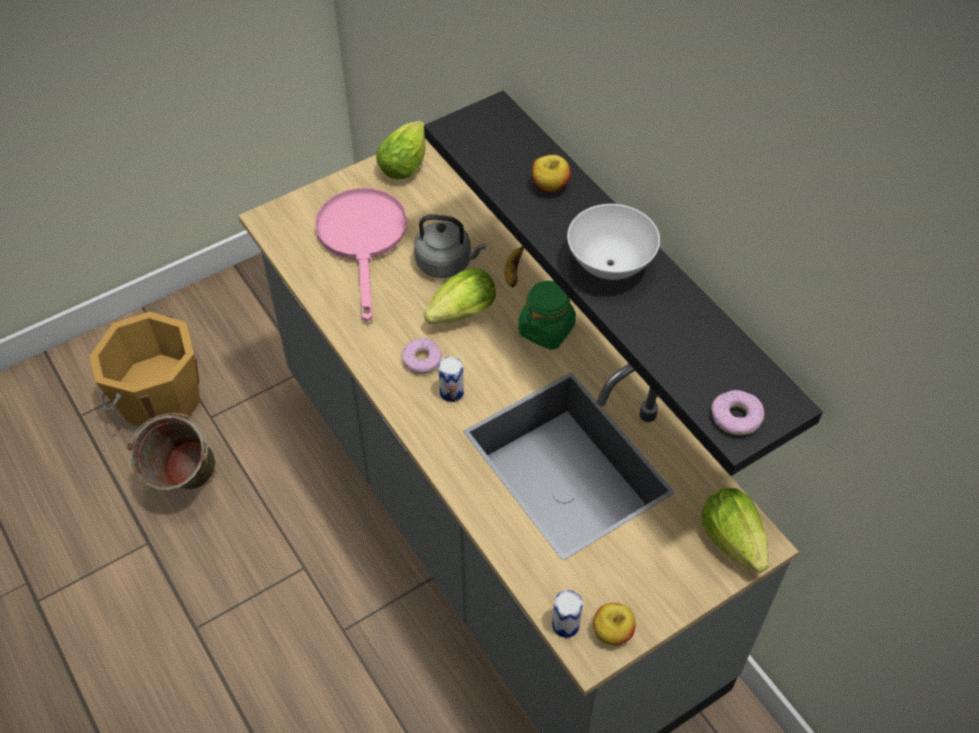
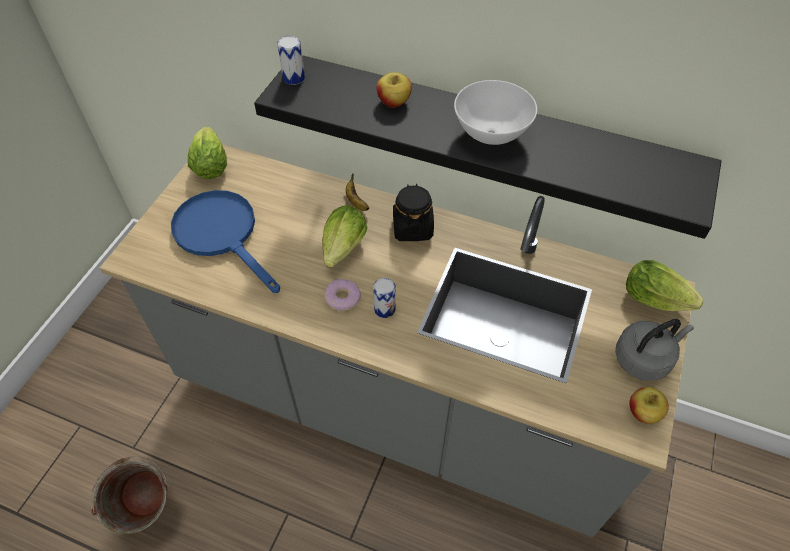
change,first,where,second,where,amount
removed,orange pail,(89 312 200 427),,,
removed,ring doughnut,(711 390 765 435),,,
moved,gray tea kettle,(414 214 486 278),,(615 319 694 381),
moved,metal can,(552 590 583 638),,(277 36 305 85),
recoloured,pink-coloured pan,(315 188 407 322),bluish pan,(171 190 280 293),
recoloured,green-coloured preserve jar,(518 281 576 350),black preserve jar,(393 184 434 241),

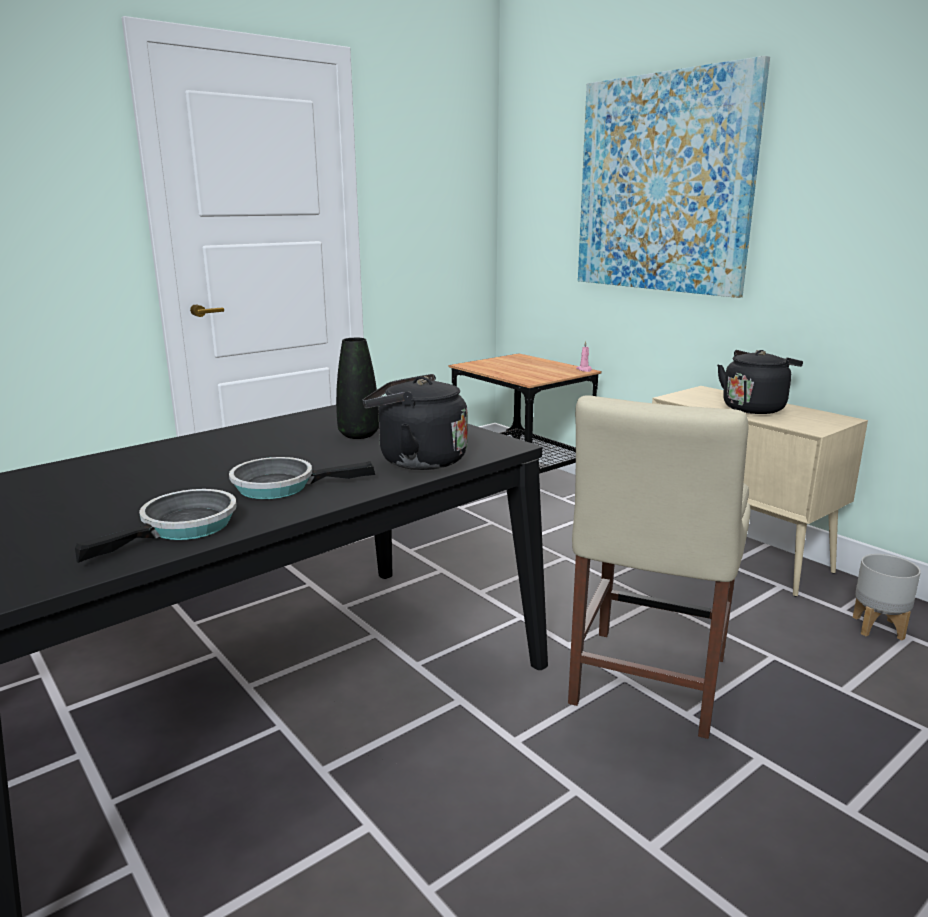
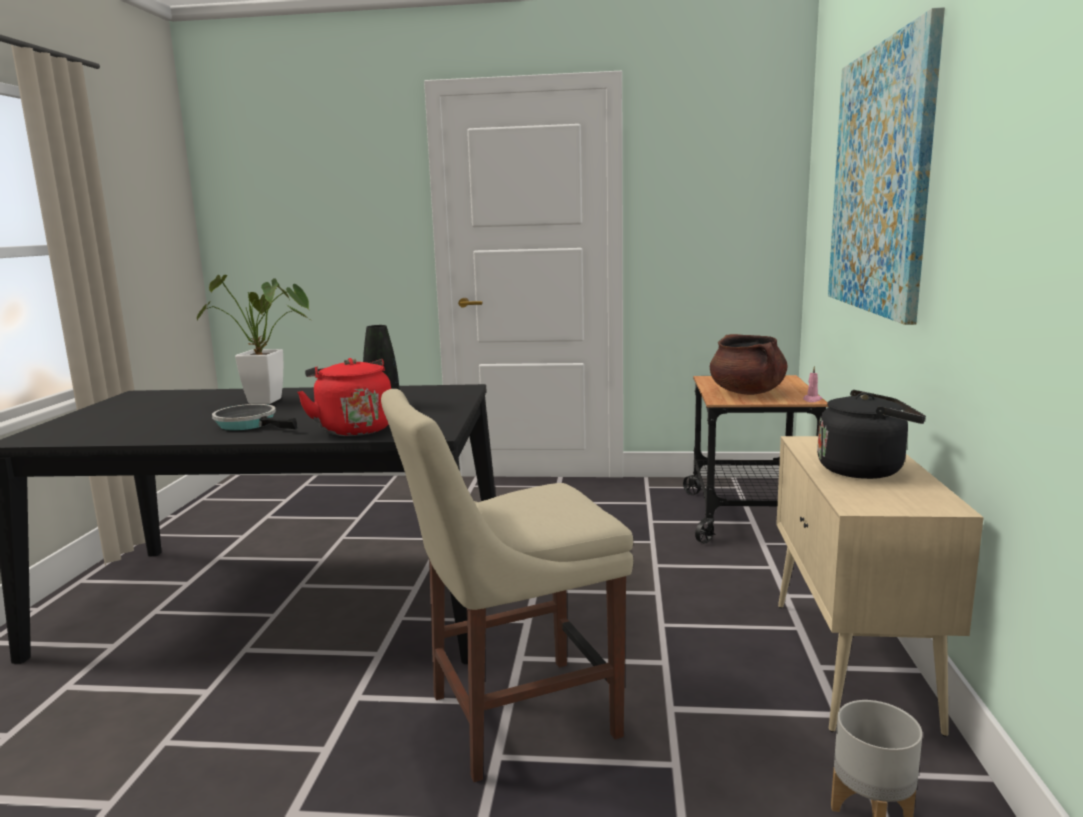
change,first,where,second,where,amount
removed,pan,(75 489 237 563),,,
added,,,plant in a pot,(197 275 310 404),
added,,,brown stockpot,(710 334 787 395),
recoloured,black tea kettle,(362 374 468 470),red-coloured tea kettle,(297 358 391 436),

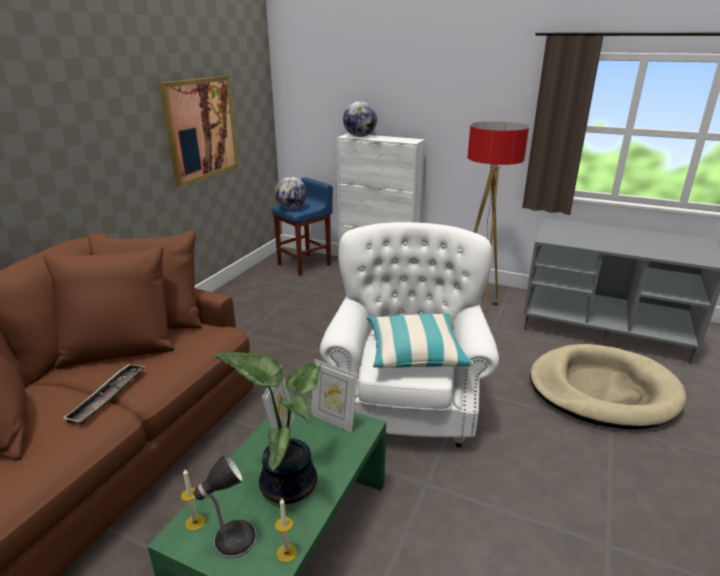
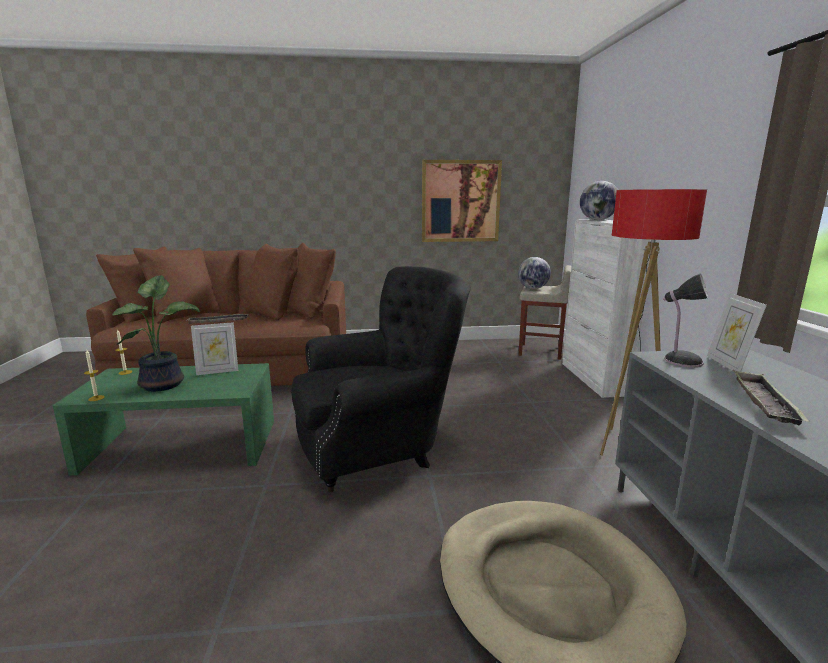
change,first,where,second,where,amount
removed,throw pillow,(366 313 474 368),,,
added,,,carrying tray,(733 370 809 425),
moved,lamp for a table,(193 454 257 558),,(663 274 708 367),
moved,standing frame,(311 359 358 433),,(707 293 767 372),
recoloured,bluish sitting stool,(272 177 333 276),beige sitting stool,(519 265 571 360),
recoloured,white-coloured easy chair,(320 222 499 448),black easy chair,(291 266 471 492),

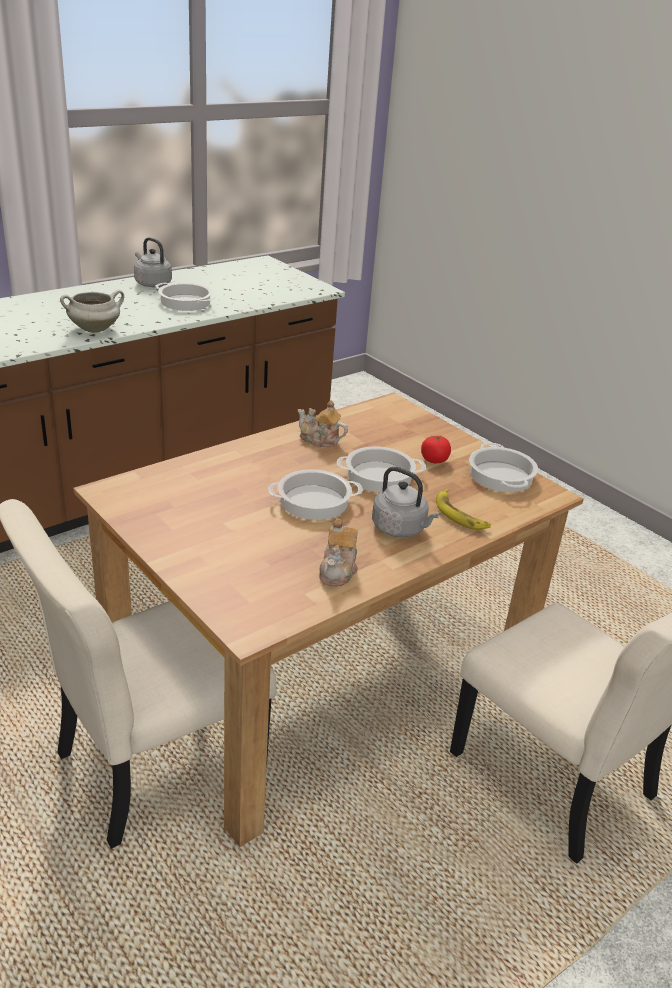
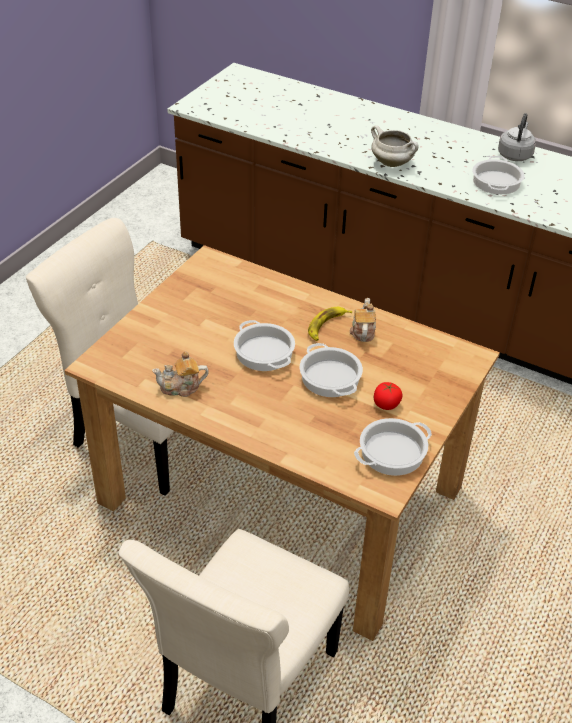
change,first,where,second,where,amount
removed,gray tea kettle,(372 467 440 537),,,
moved,banana,(436 489 491 530),,(308 307 352 341),

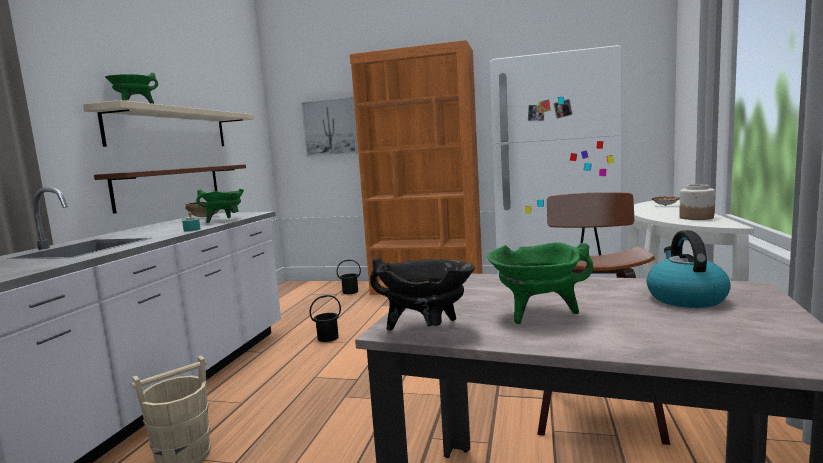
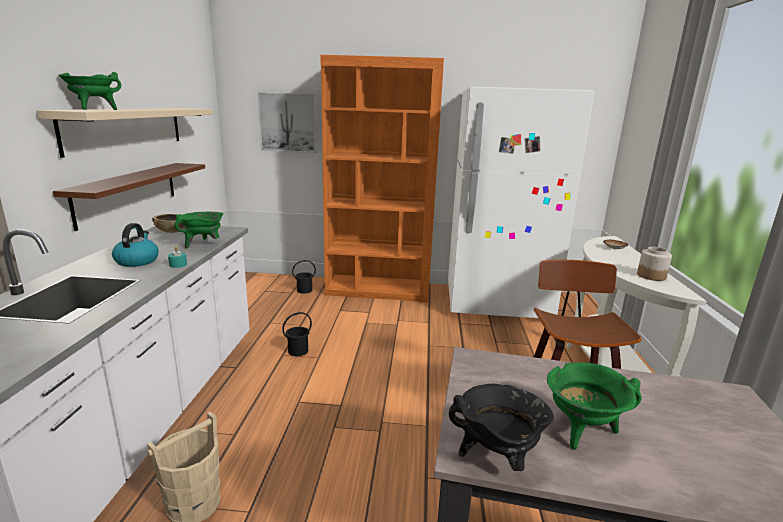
change,first,where,second,where,amount
moved,tea kettle,(647 230 731 308),,(112 223 159 267),

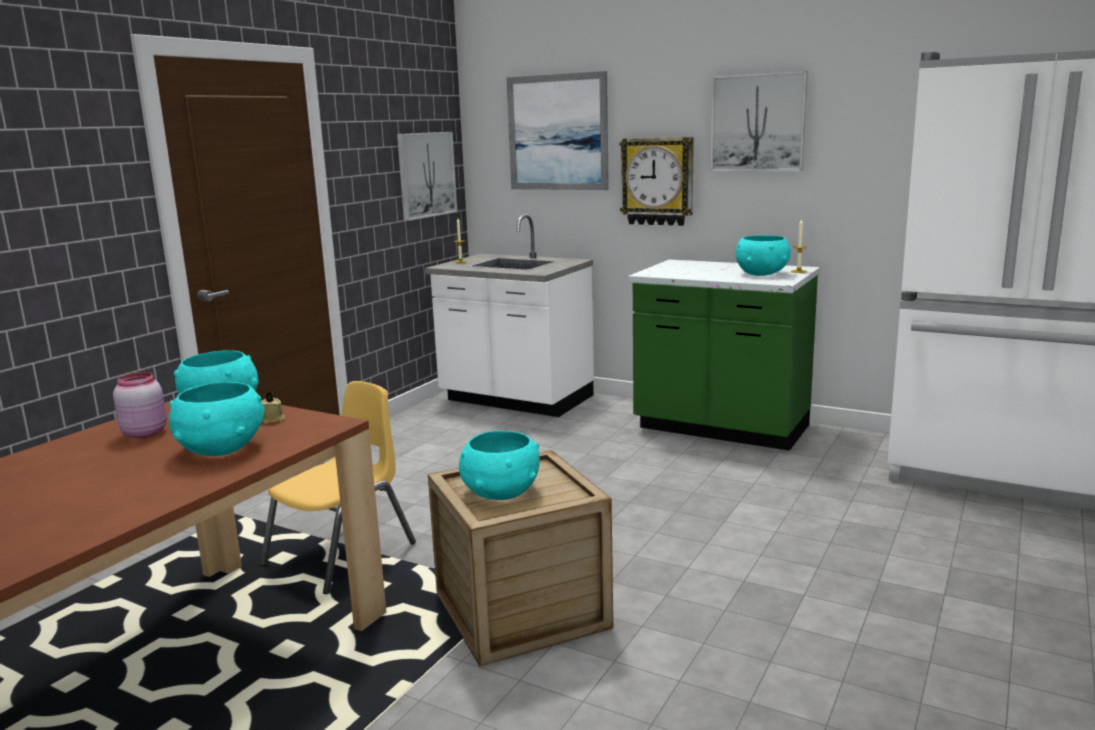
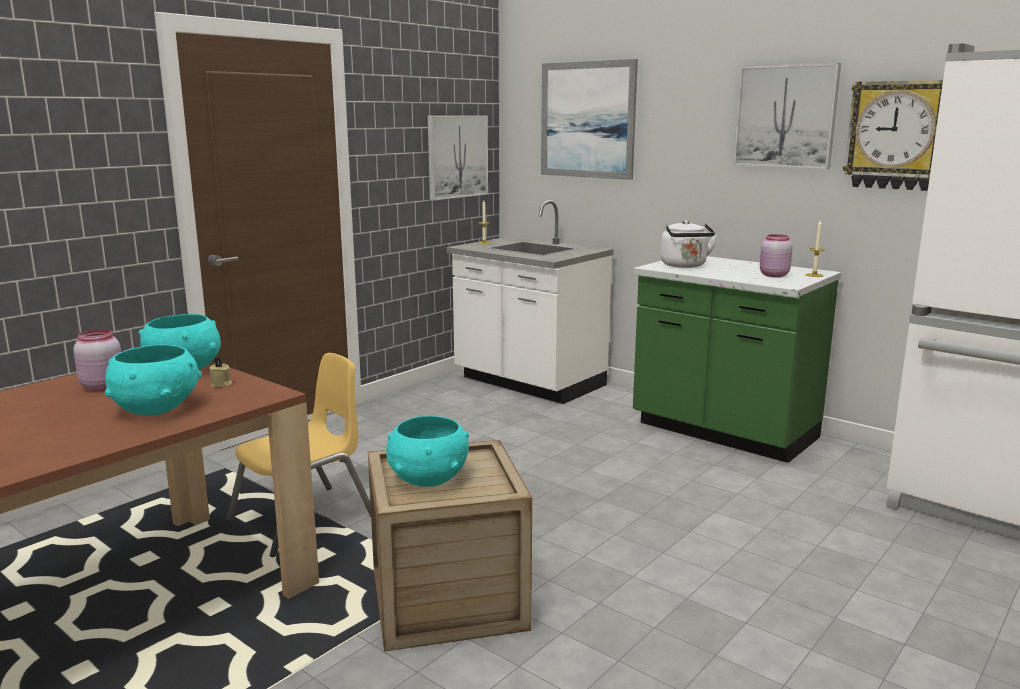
change,first,where,second,where,amount
added,,,white-coloured tea kettle,(660 220 717 268),
moved,hanging clock,(619 137 694 226),,(843 80 943 191),
replaced,turquoise-coloured serving bowl,(736 235 791 276),pink-coloured preserve jar,(760 234 793 277),

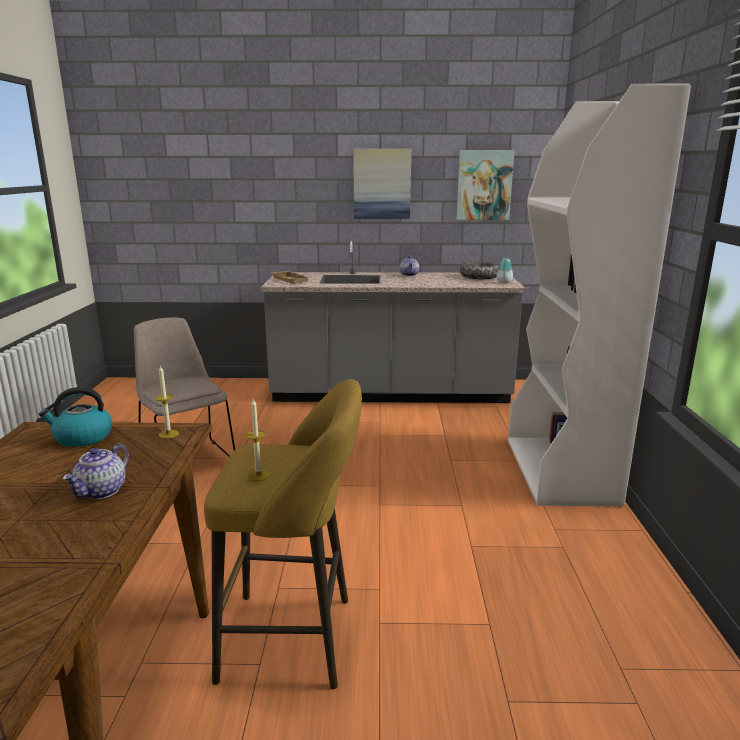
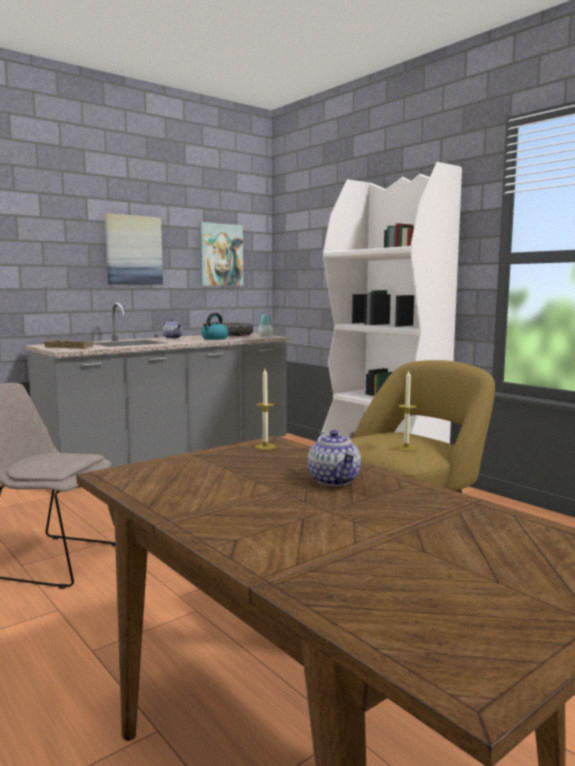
change,first,where,second,where,amount
moved,tea kettle,(39 387 113 447),,(201 313 229 340),

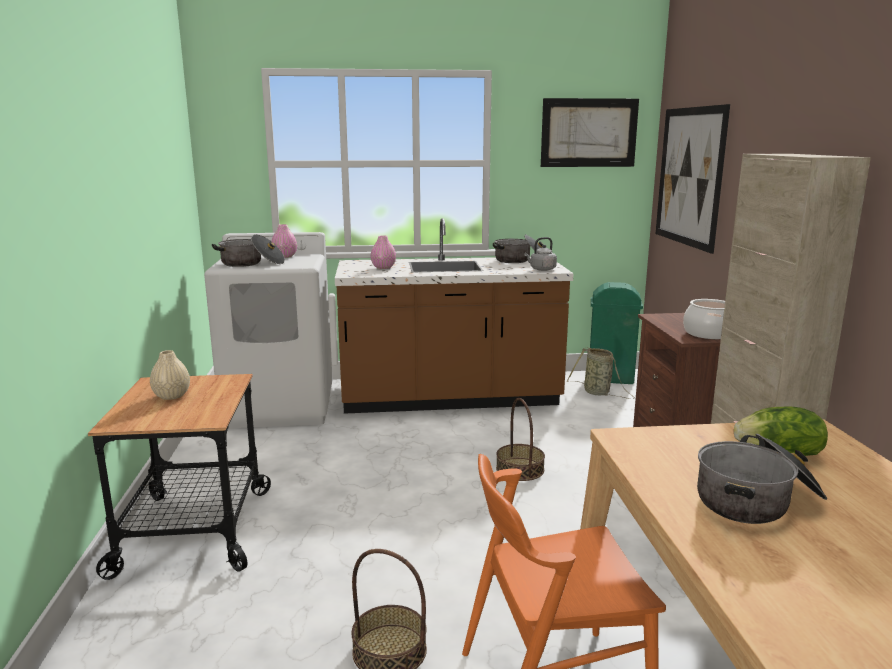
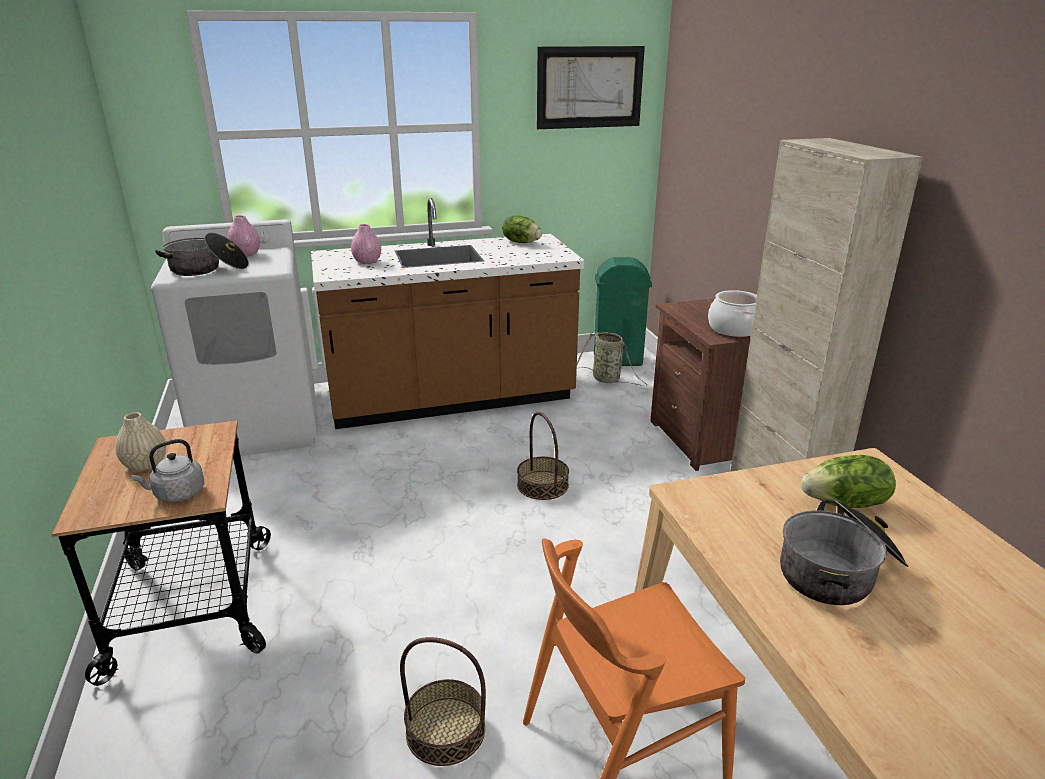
change,first,where,second,where,amount
removed,wall art,(656 104 730 254),,,
moved,gray tea kettle,(524 237 557 271),,(131 439 205 502),
replaced,stockpot,(493 235 543 263),lettuce,(502 216 542 243),

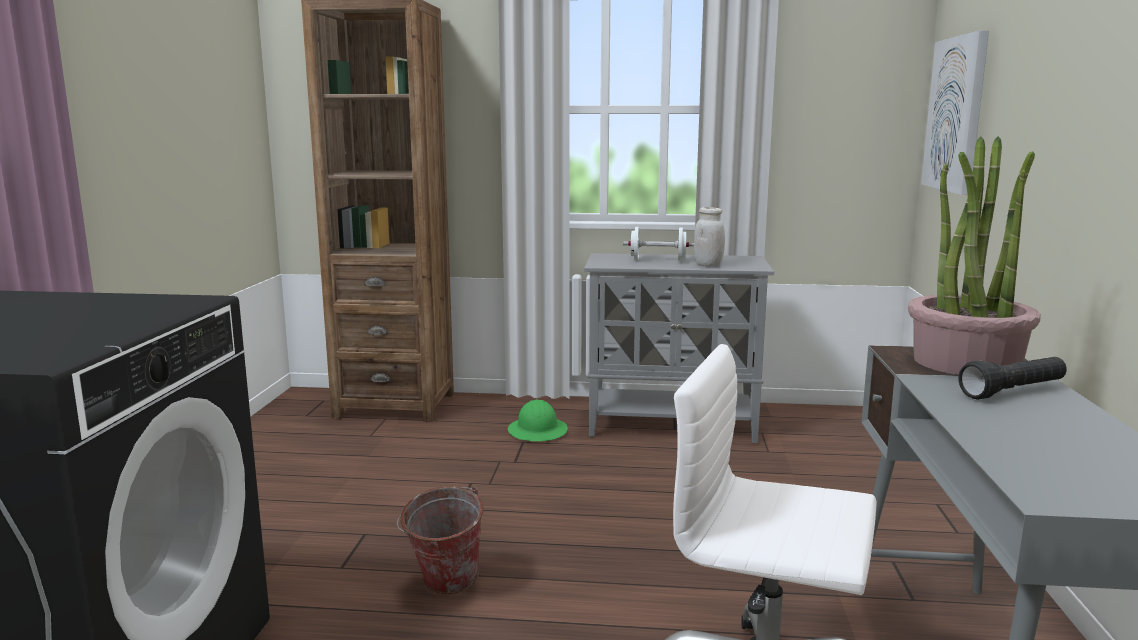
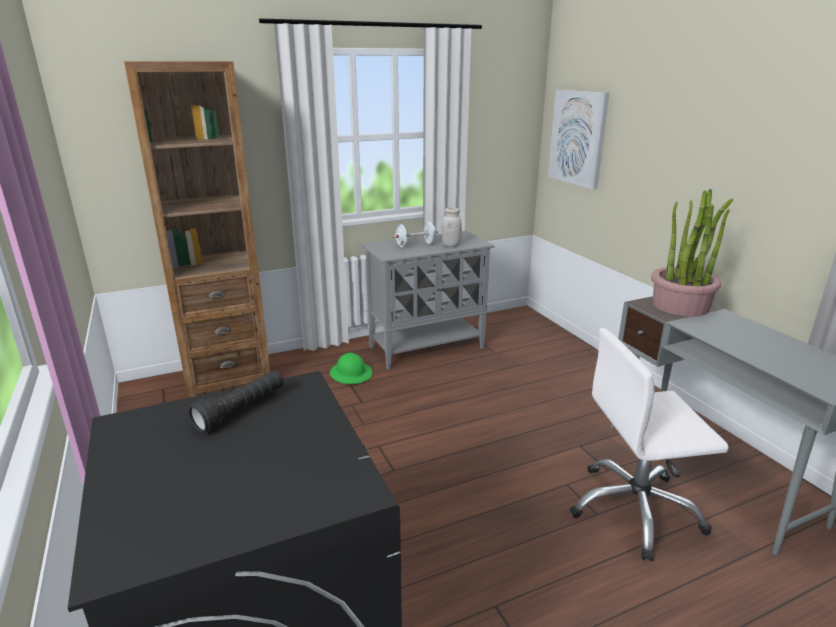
change,first,where,second,where,amount
removed,pail,(397 486 483 594),,,
moved,black hand torch,(958 357 1067 400),,(188 370 283 433),

